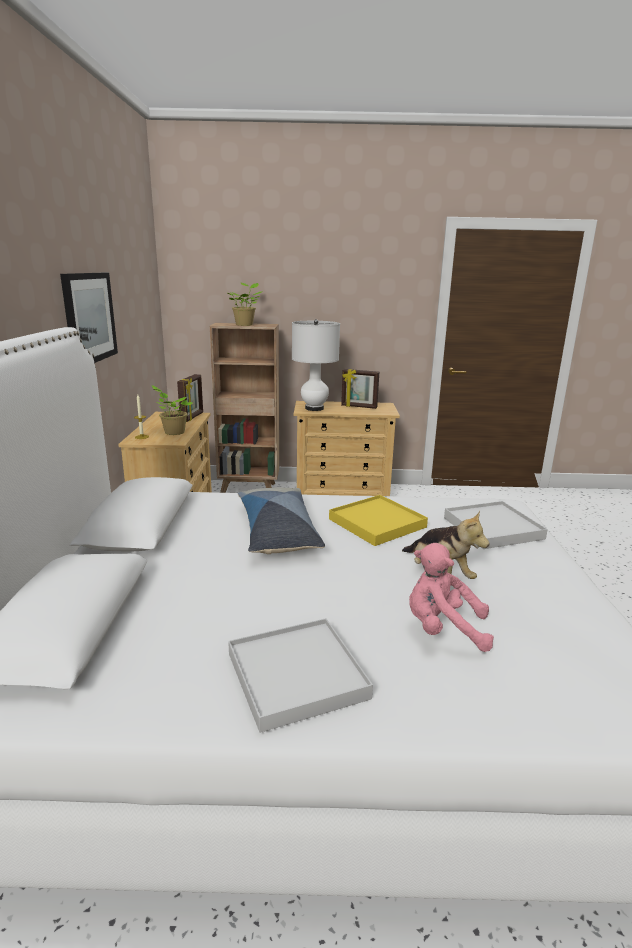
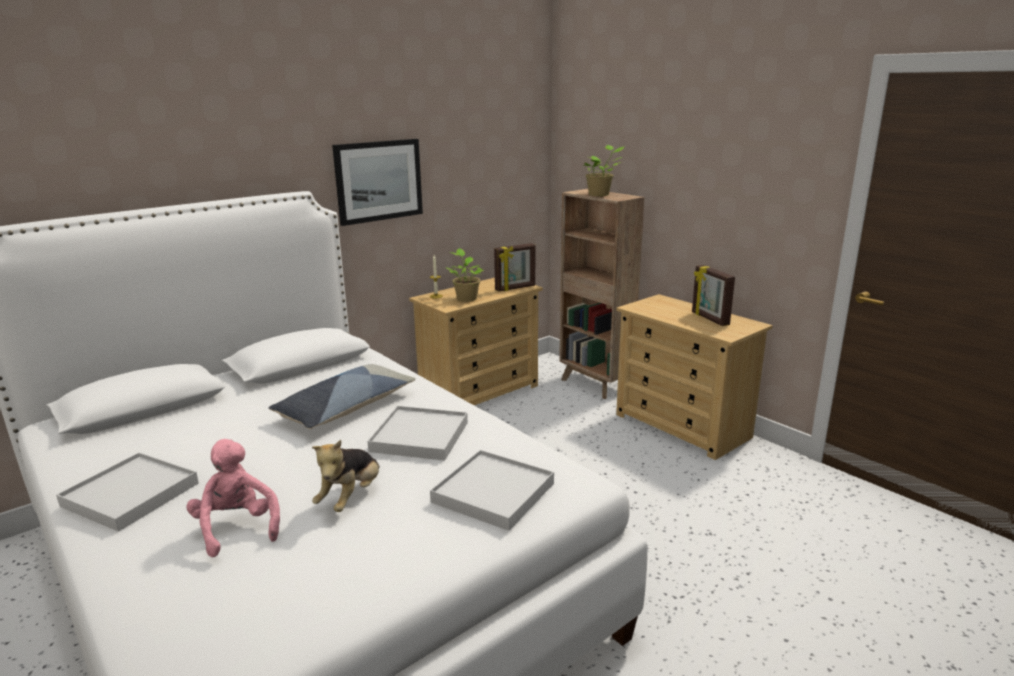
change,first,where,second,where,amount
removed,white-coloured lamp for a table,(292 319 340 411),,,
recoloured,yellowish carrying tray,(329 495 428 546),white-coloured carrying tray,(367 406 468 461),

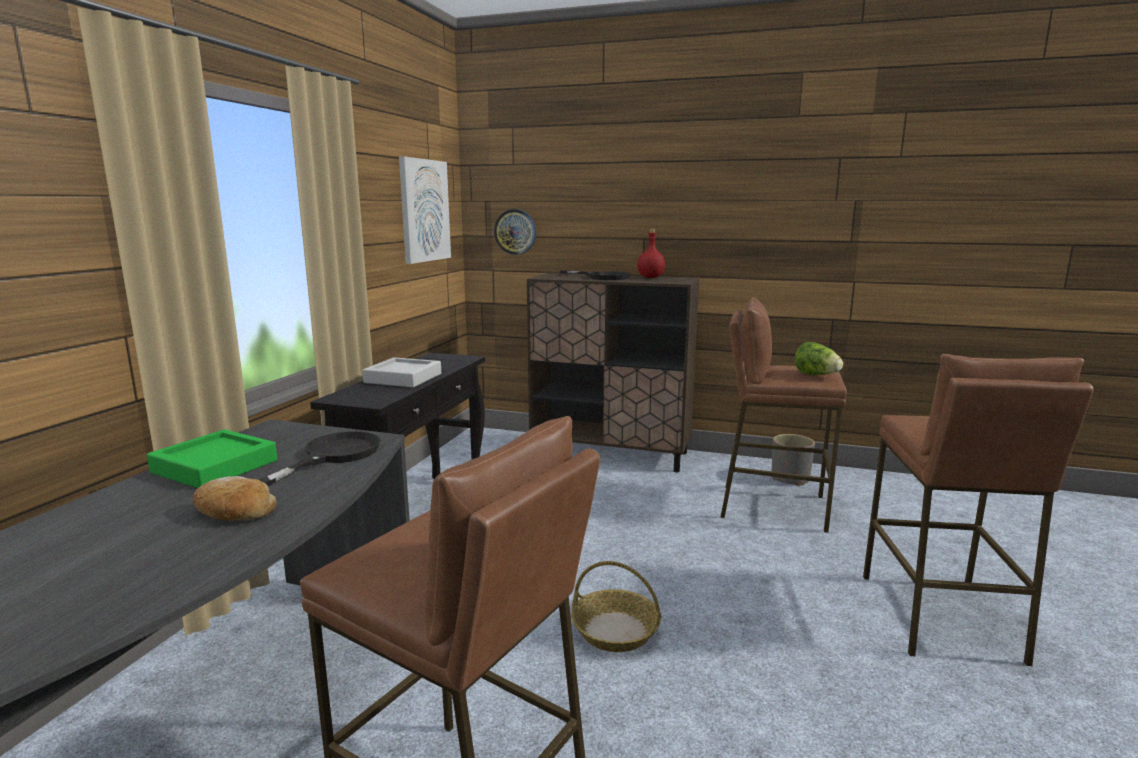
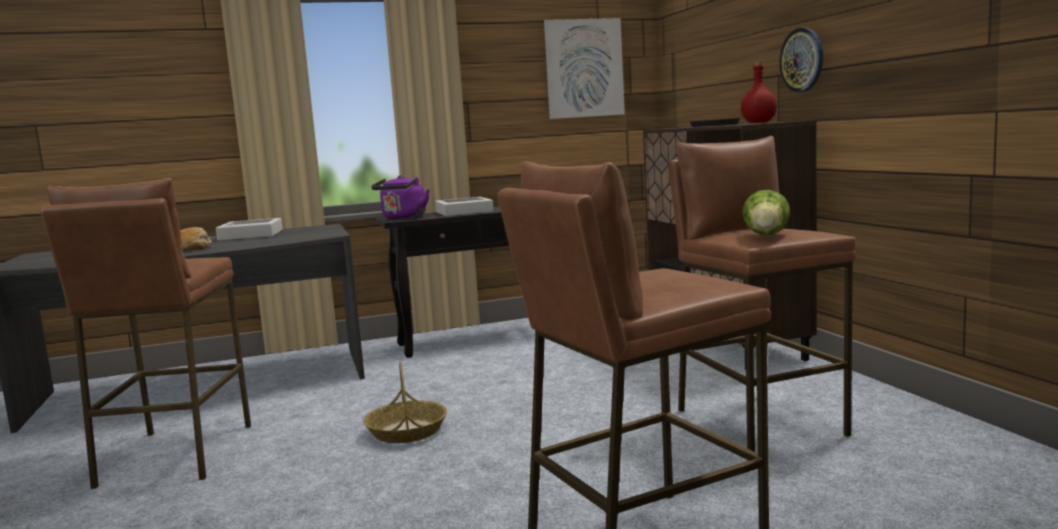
change,first,where,second,where,amount
removed,black pan,(259 431 381 486),,,
removed,gray plant pot,(772 434 815 486),,,
added,,,purple-coloured tea kettle,(371 175 430 220),
moved,hanging clock,(494 209 536 255),,(779 28 823 92),
recoloured,green-coloured carrying tray,(147 429 277 488),gray carrying tray,(216 218 283 241),

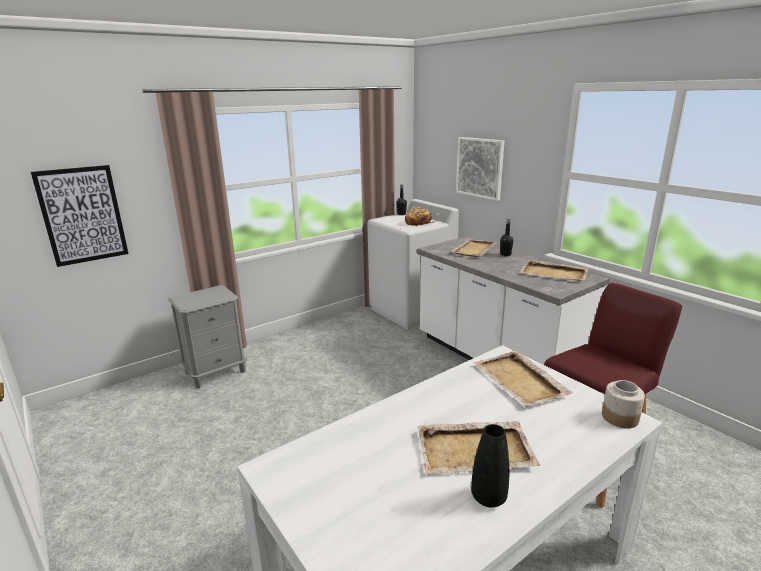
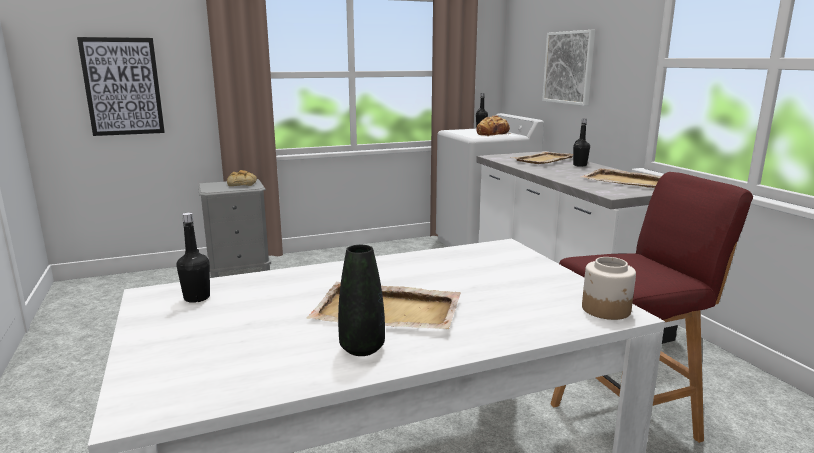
change,first,where,second,where,amount
removed,beige carrying tray,(473 351 573 407),,,
added,,,black drink bottle,(177 212 210 303),
added,,,bread,(227 170 257 186),

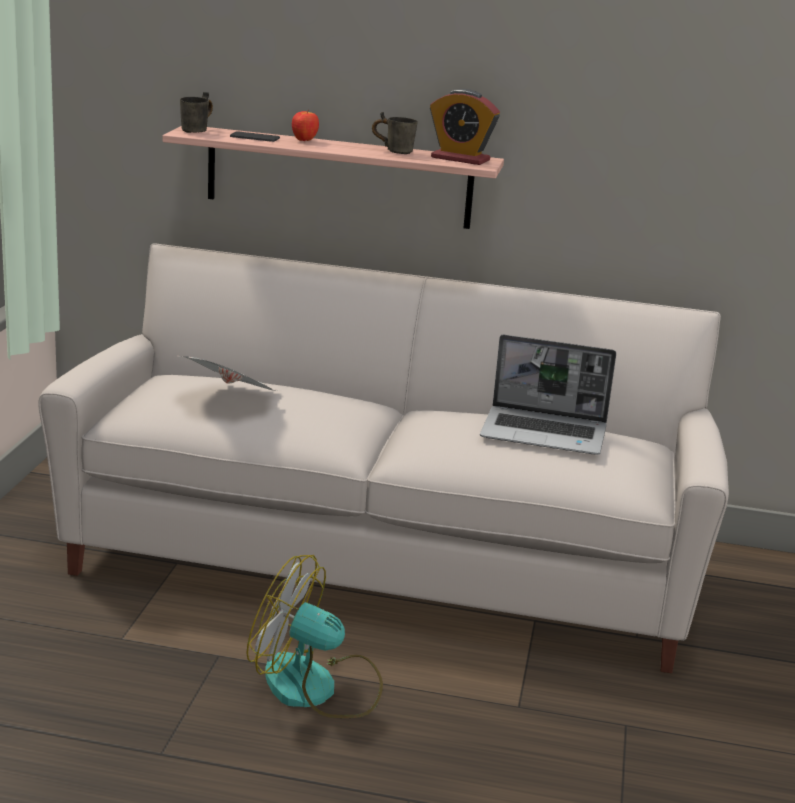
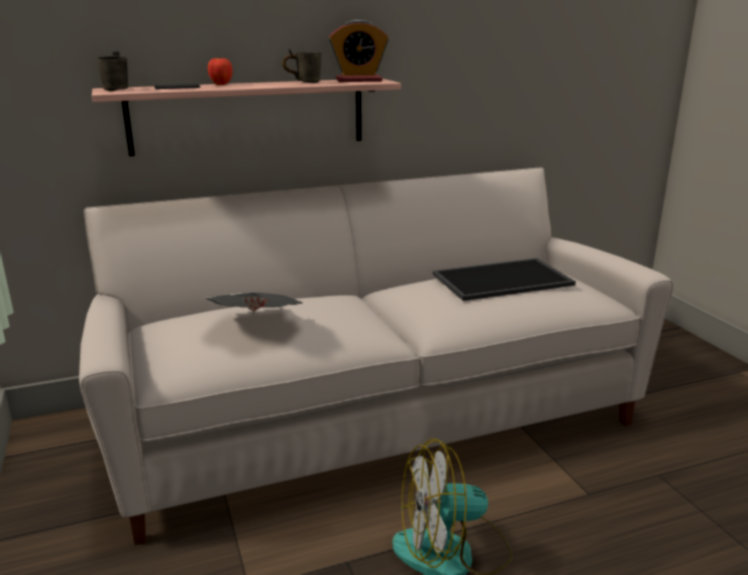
change,first,where,second,where,amount
replaced,laptop,(480 335 616 455),carrying tray,(433 258 576 301),

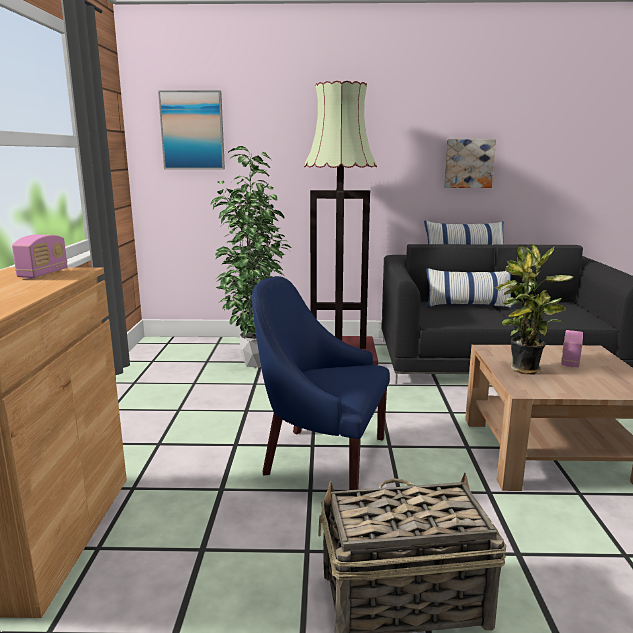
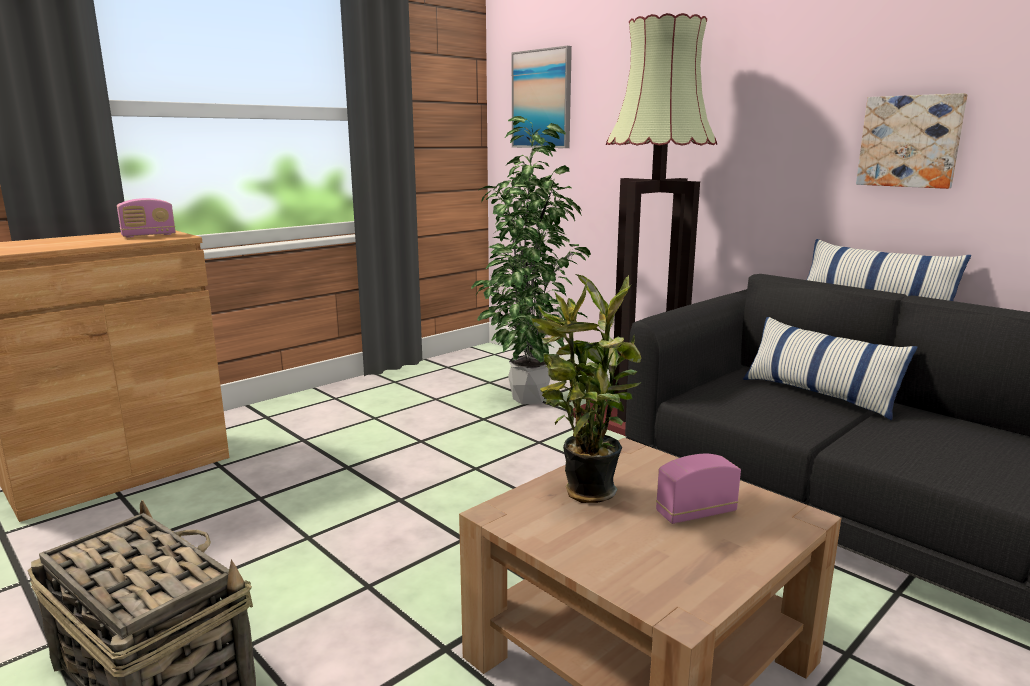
change,first,where,second,where,amount
removed,bluish easy chair,(252 276 390 490),,,

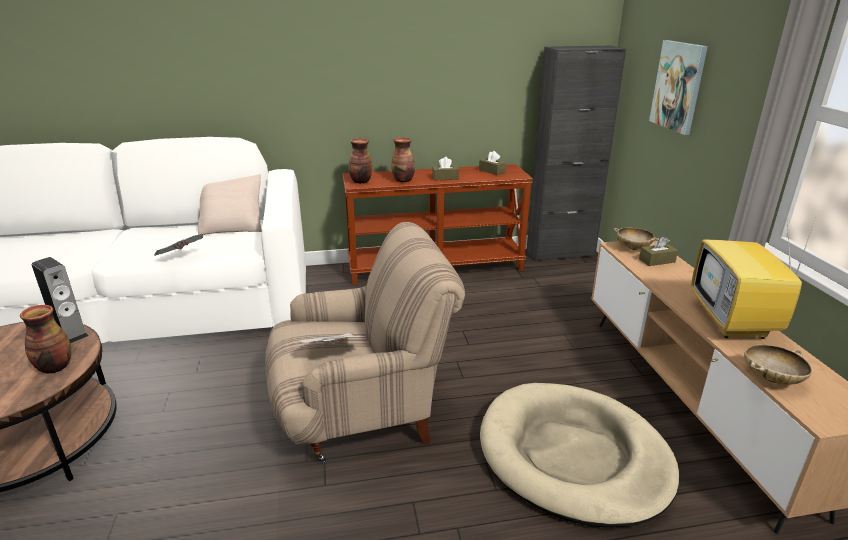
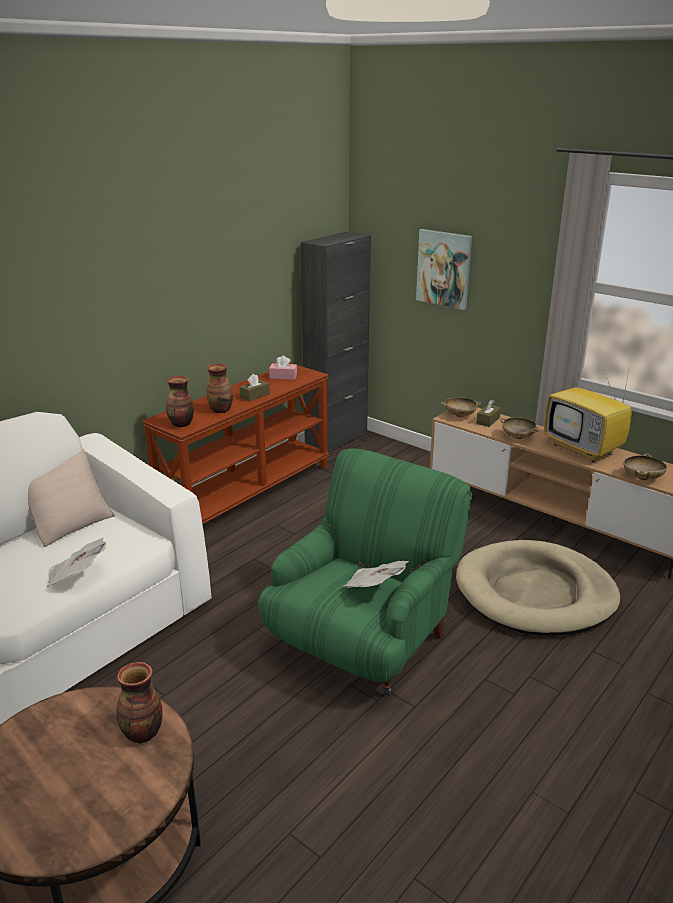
change,first,where,second,where,amount
removed,audio speaker,(32 257 88 344),,,
added,,,beige serving bowl,(500 417 539 439),
recoloured,beige easy chair,(265 222 465 463),green-coloured easy chair,(258 448 472 694),
recoloured,brown box of tissues,(479 151 506 175),pink-coloured box of tissues,(269 356 297 380),

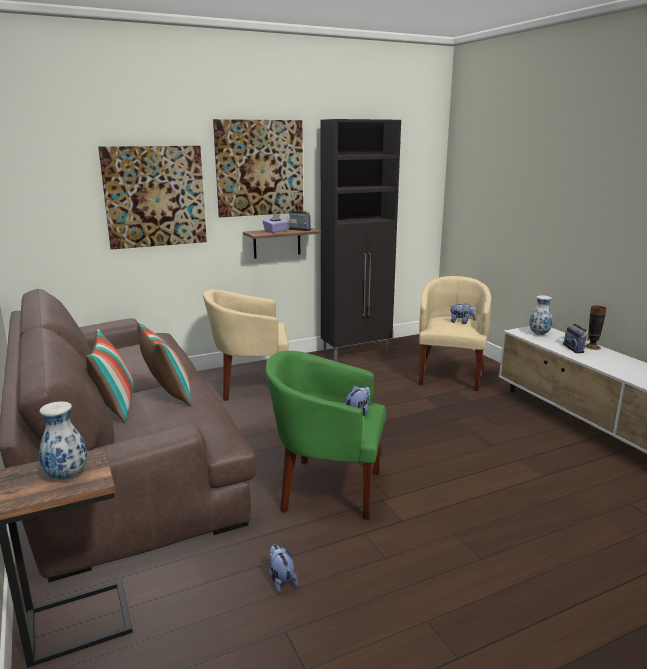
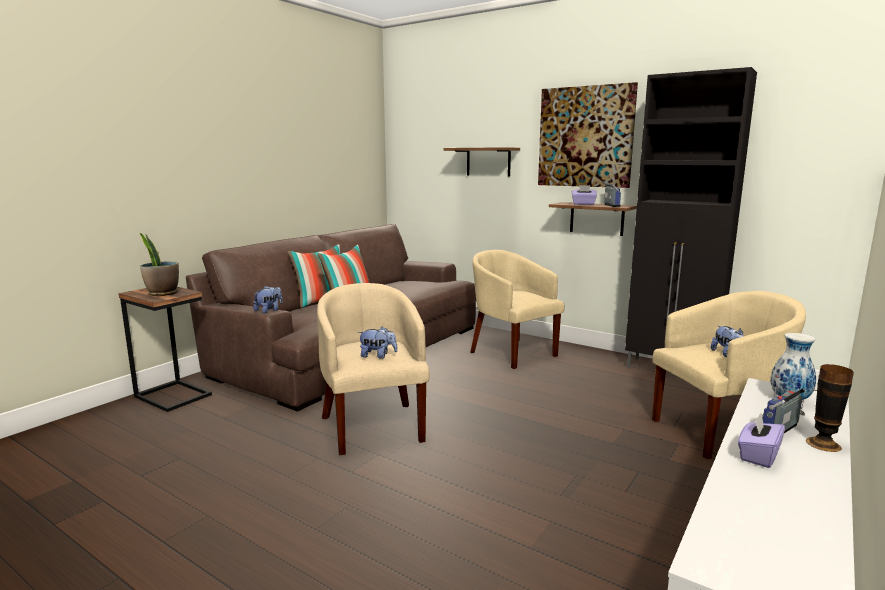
change,first,where,second,where,amount
added,,,purple-coloured box of tissues,(738 413 785 468),
moved,cuddly toy,(269 544 298 593),,(253 286 283 313),
replaced,vase,(39 401 87 480),plant in a pot,(140 233 179 296),
replaced,wall art,(98 146 207 250),shelf,(443 147 520 176),
recoloured,green-coloured easy chair,(266 351 386 520),beige easy chair,(317 283 430 455),

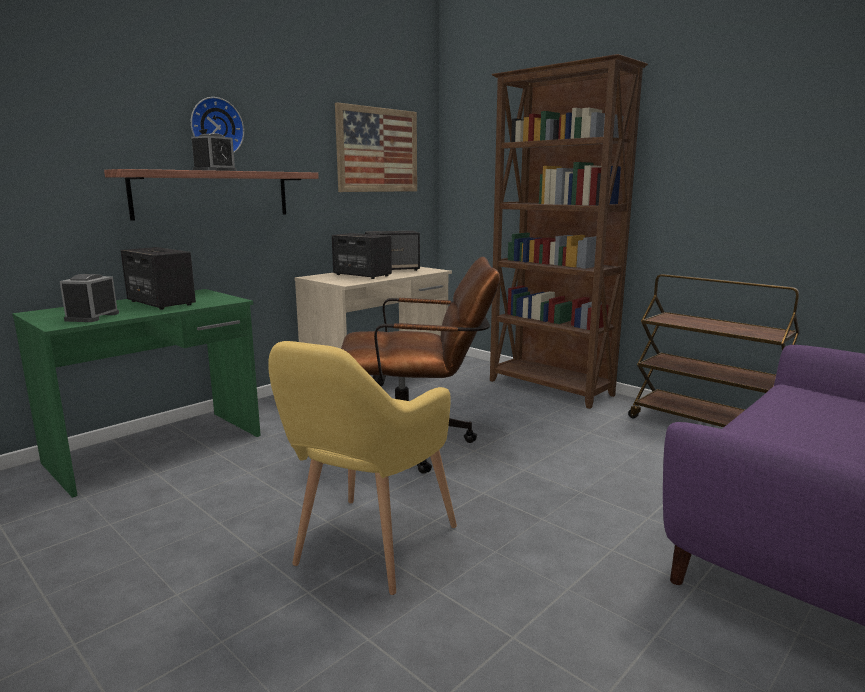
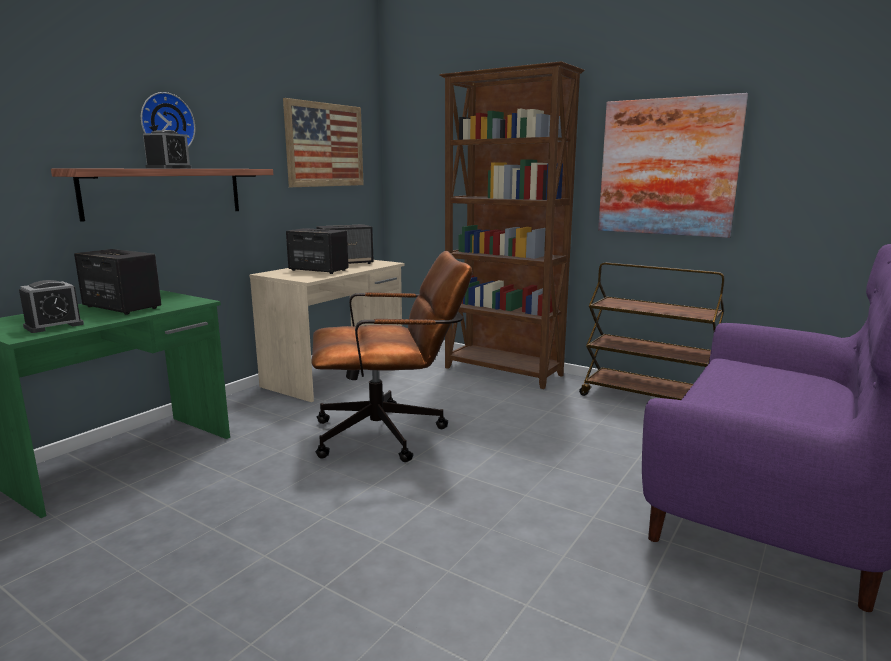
change,first,where,second,where,amount
removed,yellowish easy chair,(268 341 457 595),,,
added,,,wall art,(598 93 748 238),
turned,bedside clock,(60 274 119 322),,(19 280 84 333),135 degrees counterclockwise

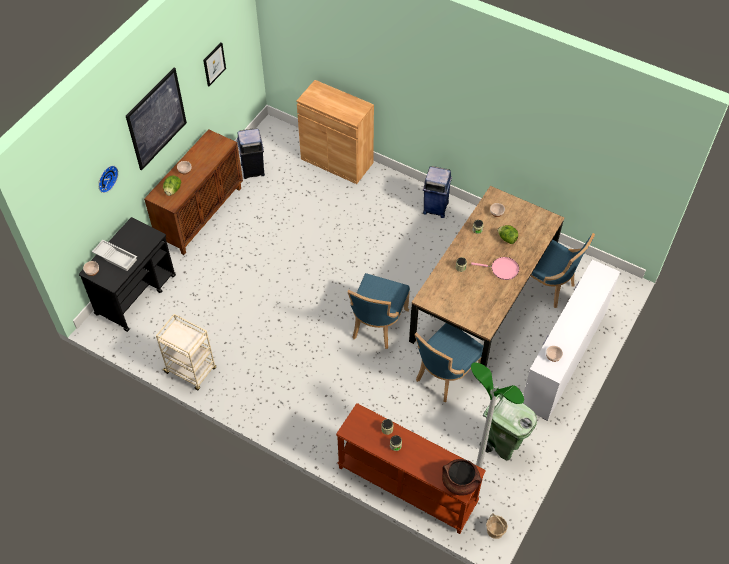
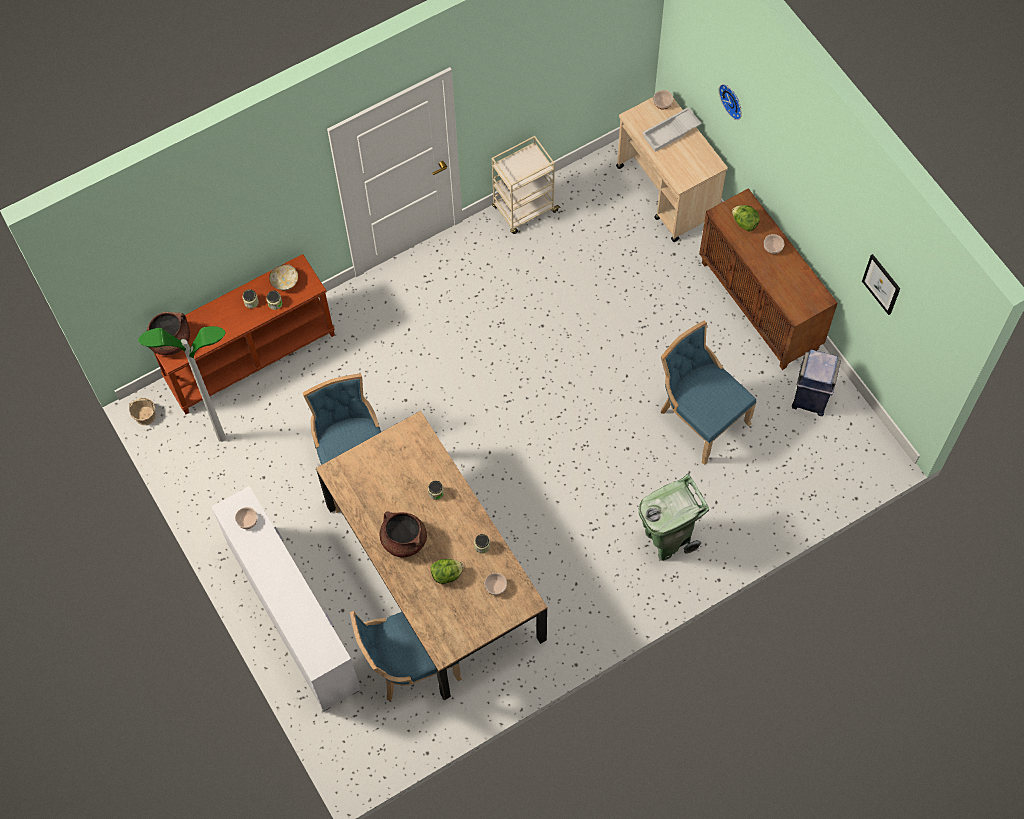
change,first,where,second,where,amount
removed,wall art,(126 68 187 170),,,
removed,brown cupboard,(297 80 374 184),,,
removed,bluish waste bin,(423 166 452 218),,,
added,,,serving bowl,(269 264 298 290),
moved,bluish plain chair,(348 273 410 349),,(661 321 756 465),
moved,green-coloured waste bin,(479 394 537 461),,(639 473 709 561),
replaced,pink-coloured pan,(471 257 519 280),brown stockpot,(380 511 427 558),
recoloured,black wheeled cart,(79 217 176 332),beige wheeled cart,(616 90 728 242),

